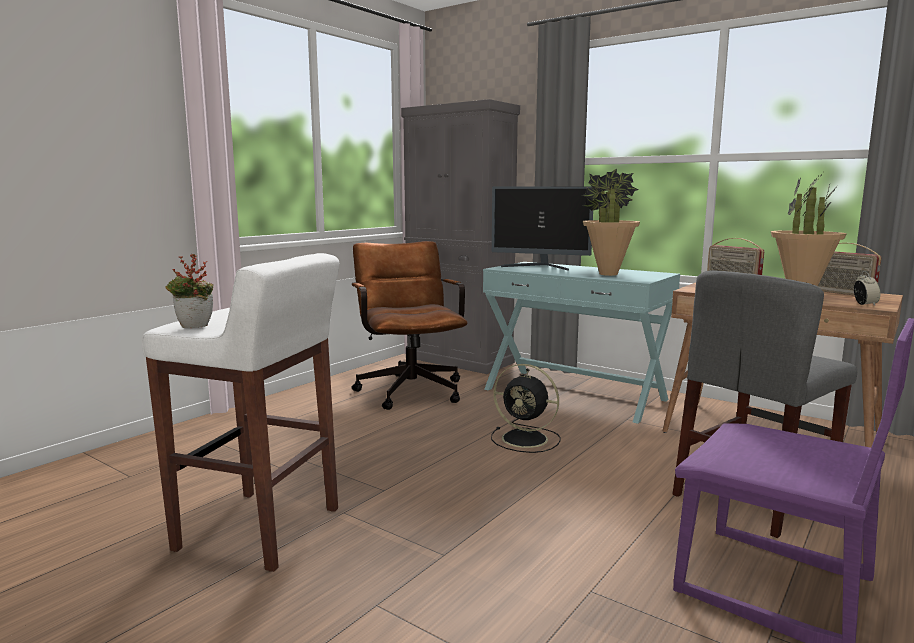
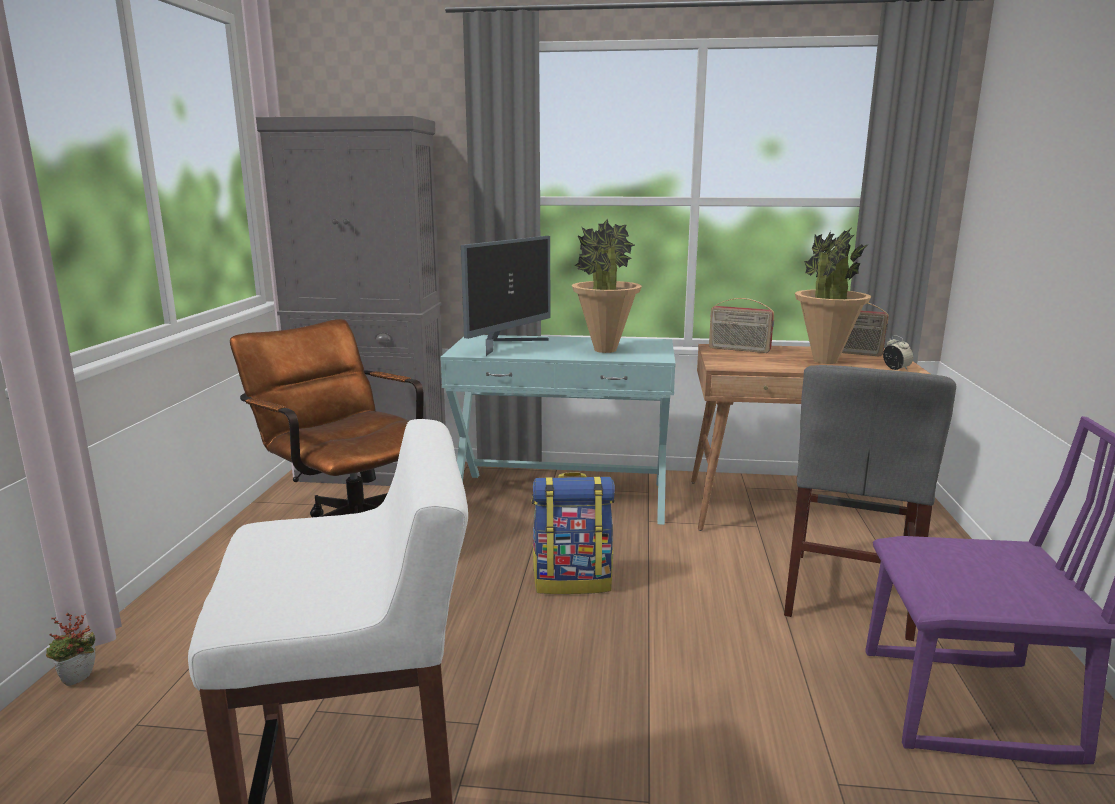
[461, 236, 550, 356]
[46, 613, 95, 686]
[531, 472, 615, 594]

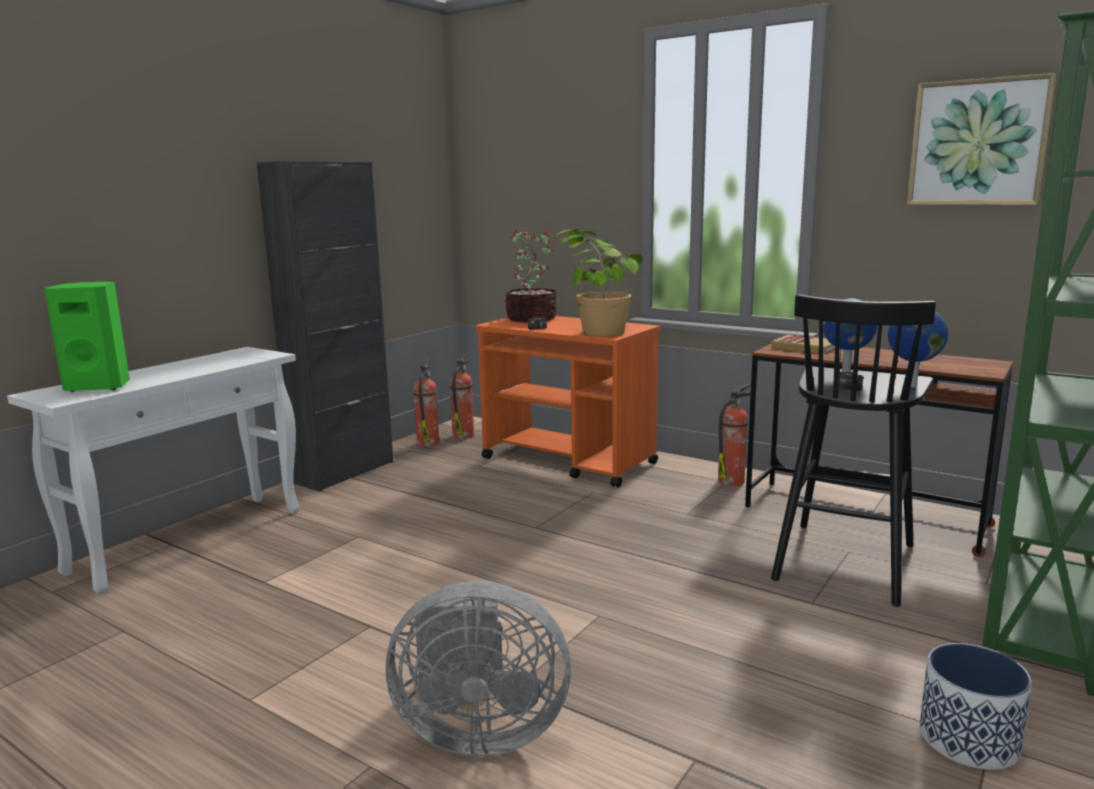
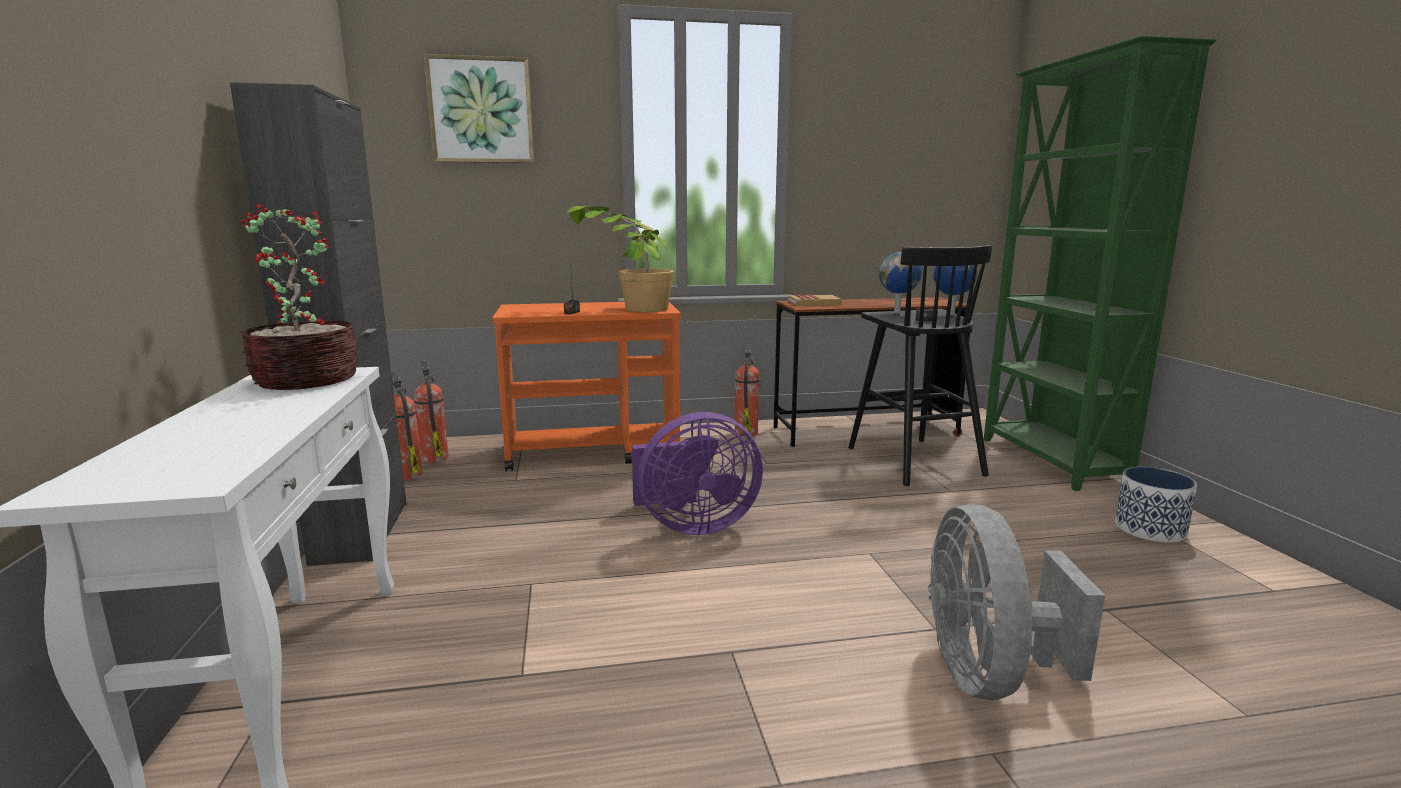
[423, 54, 535, 163]
[241, 204, 358, 390]
[44, 282, 130, 392] (first image)
[928, 504, 1105, 700]
[632, 412, 763, 535]

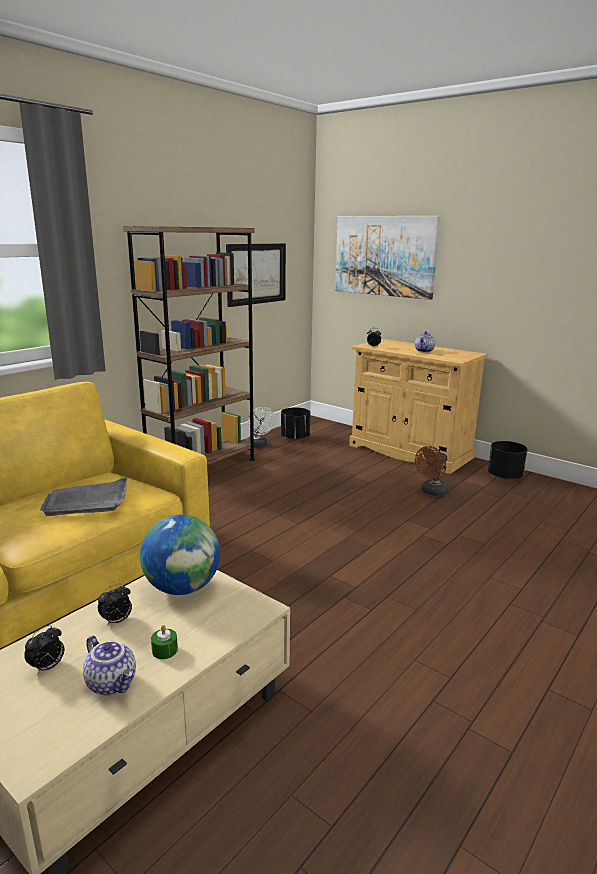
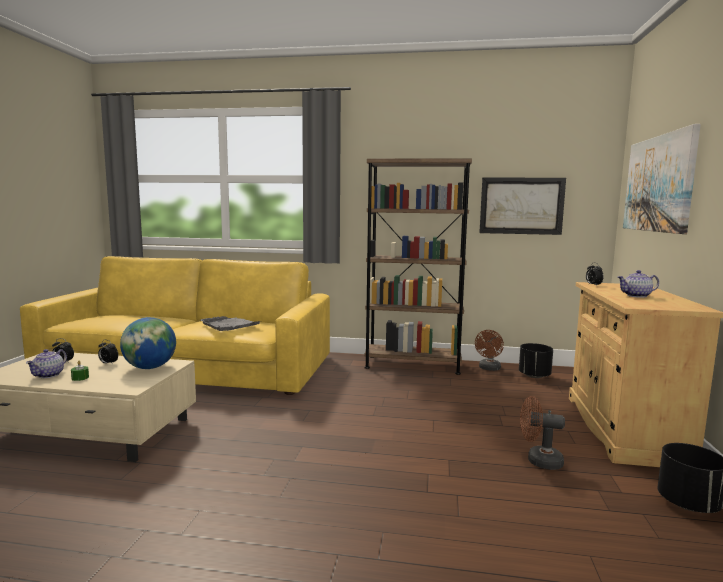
[475, 330, 504, 371]

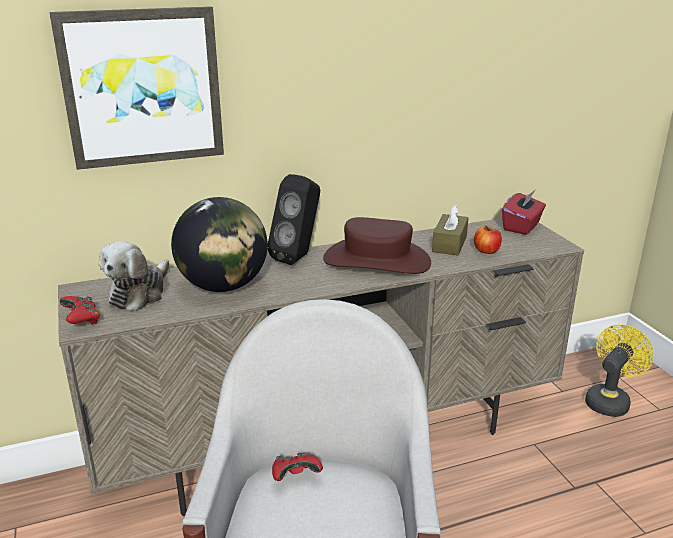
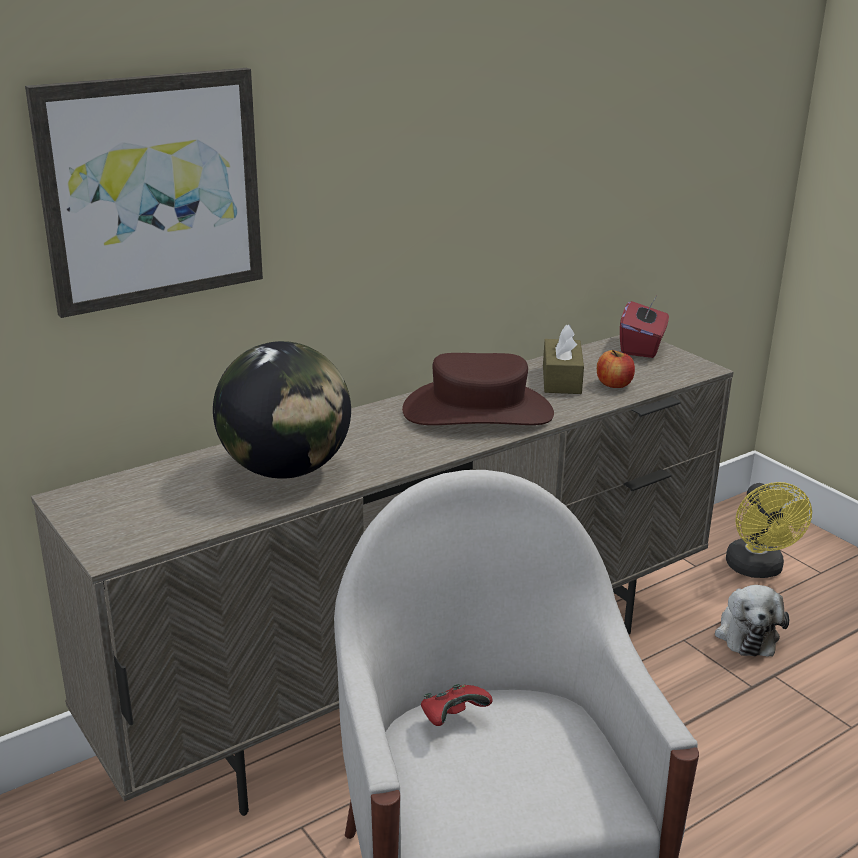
[267, 174, 320, 265] (first image)
[715, 585, 789, 657]
[59, 296, 100, 324] (first image)
[726, 482, 812, 578]

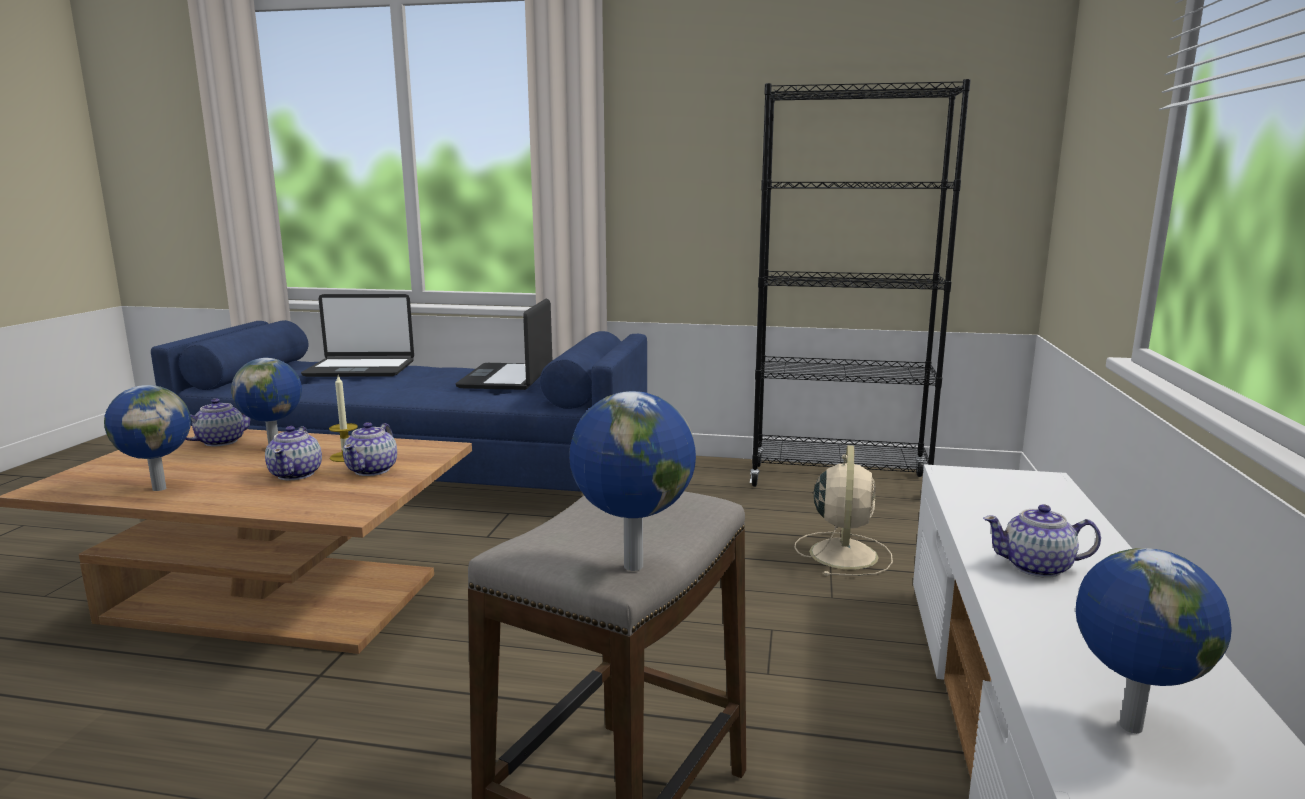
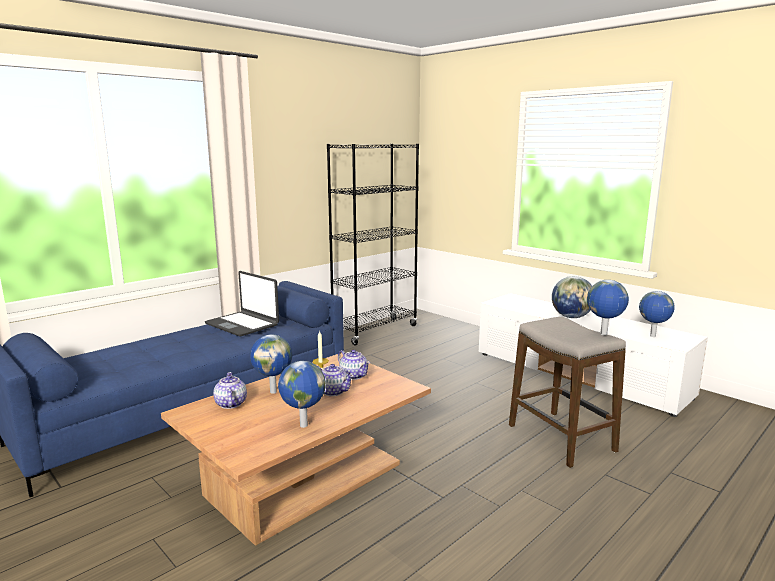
[301, 294, 414, 377] (first image)
[794, 445, 893, 576] (first image)
[552, 276, 592, 318]

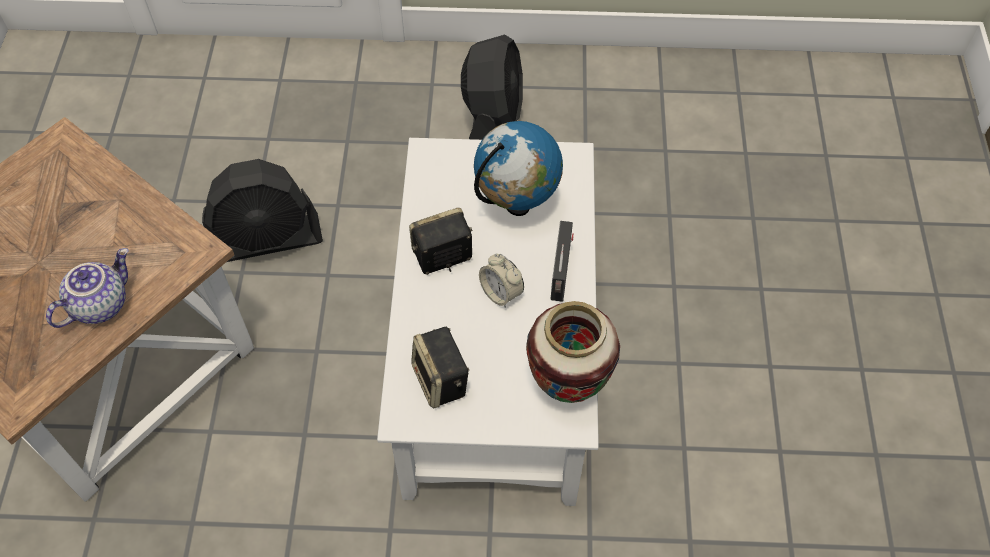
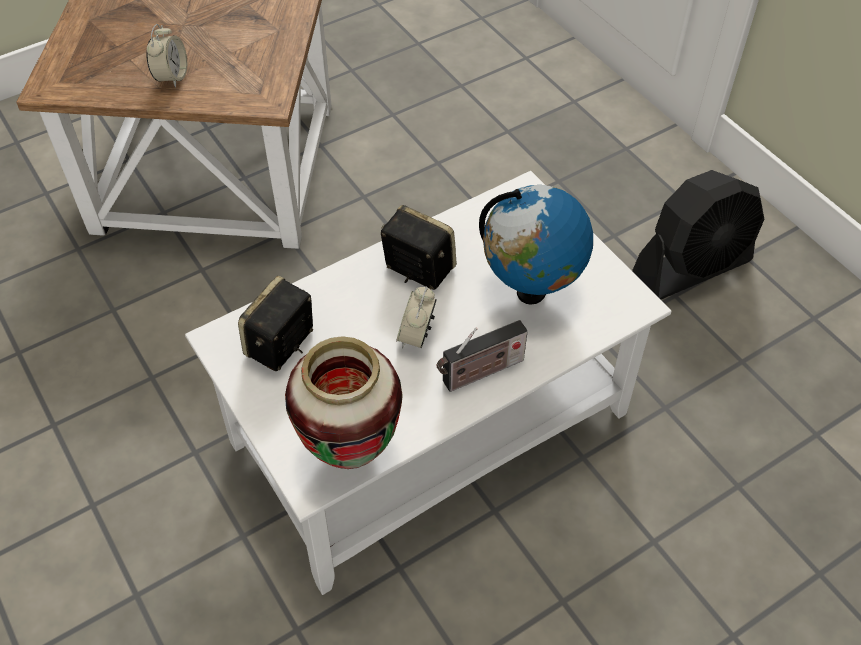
[202, 159, 323, 262] (first image)
[146, 24, 187, 88]

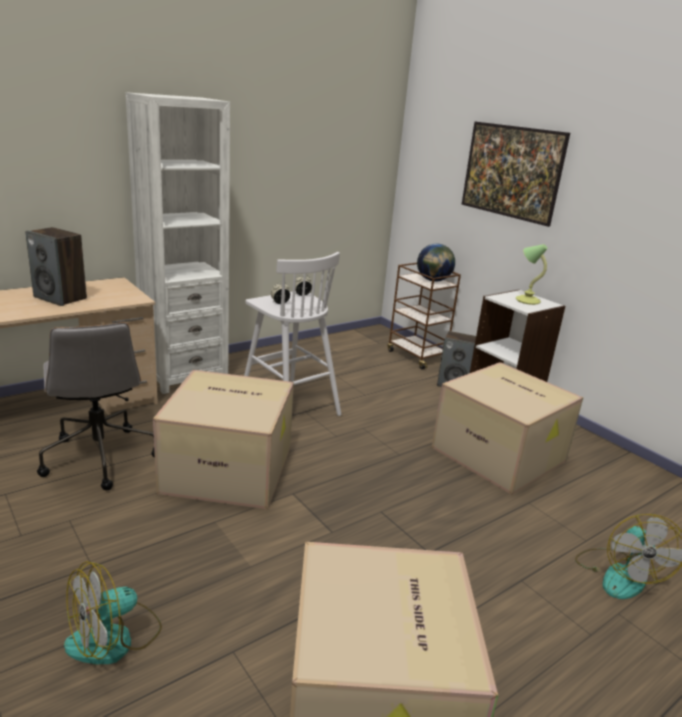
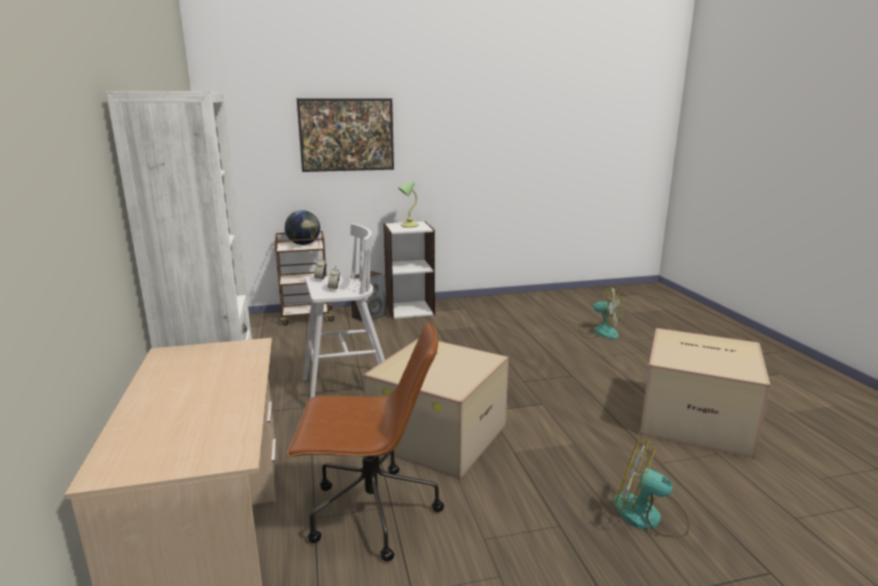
[25, 227, 87, 306] (first image)
[287, 321, 444, 561]
[432, 362, 583, 495] (first image)
[614, 440, 689, 538]

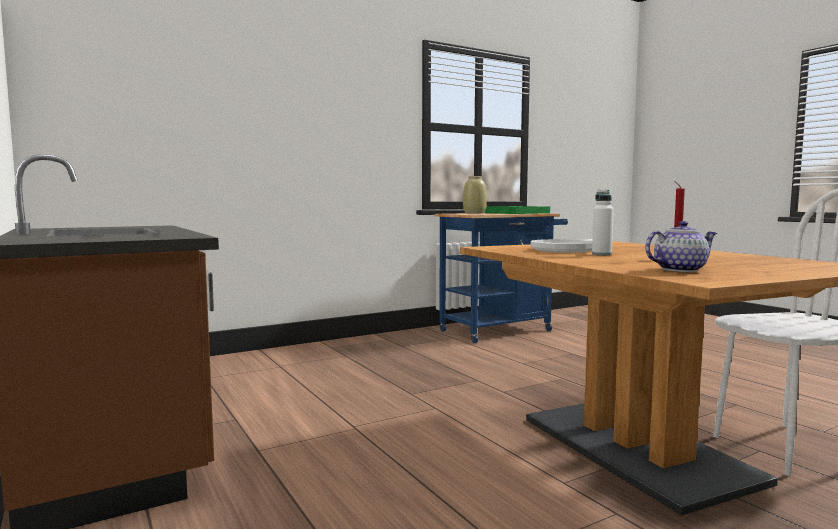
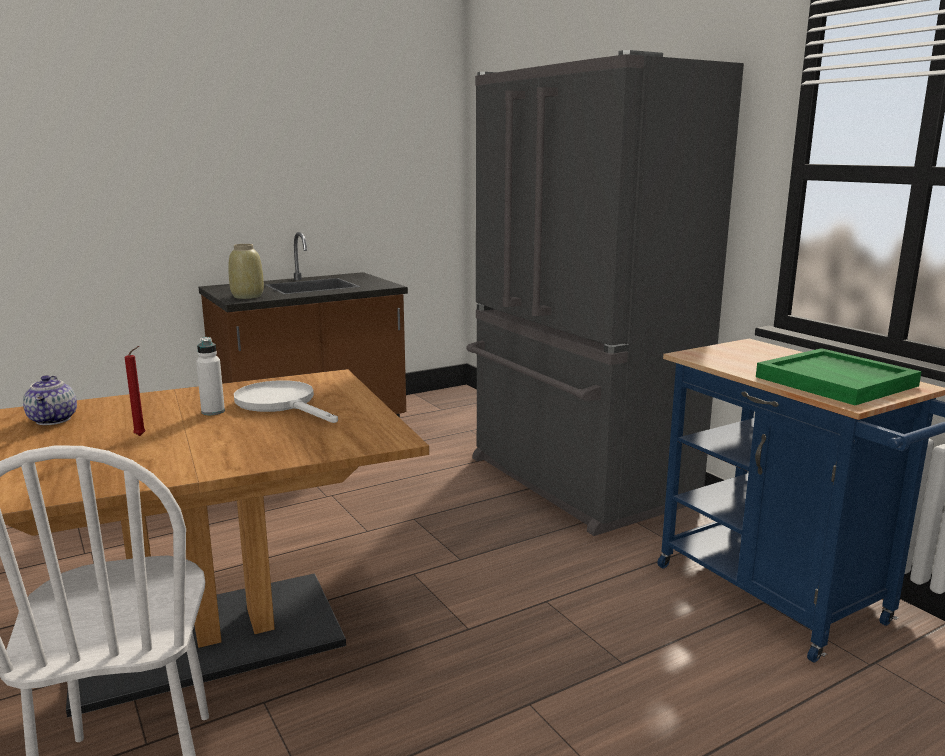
[228, 244, 264, 299]
[466, 50, 744, 536]

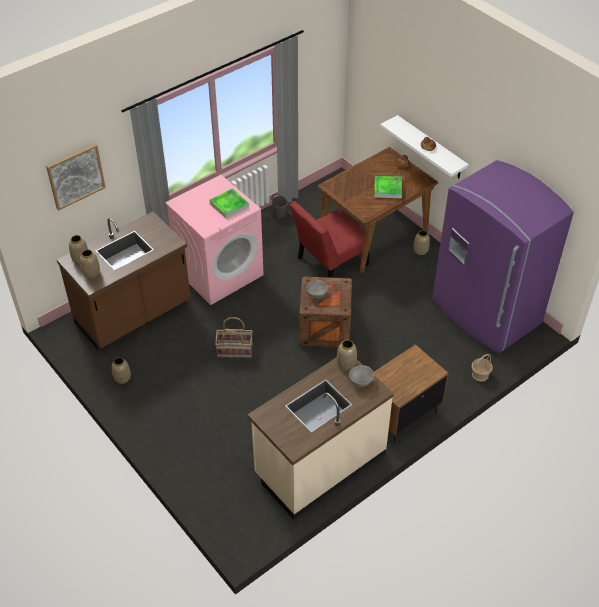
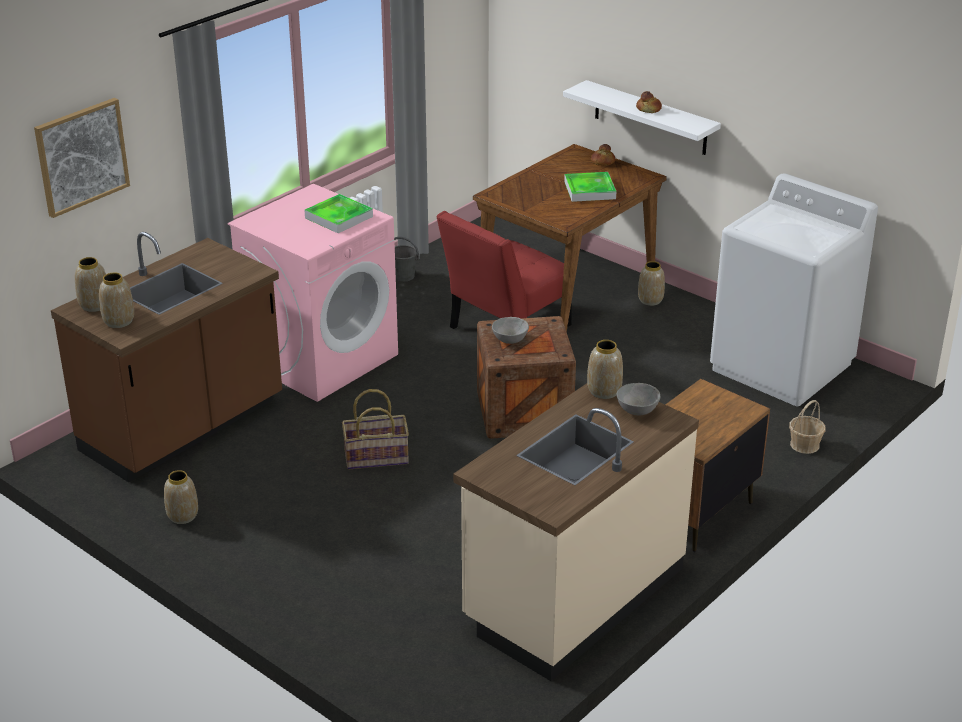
[710, 173, 878, 406]

